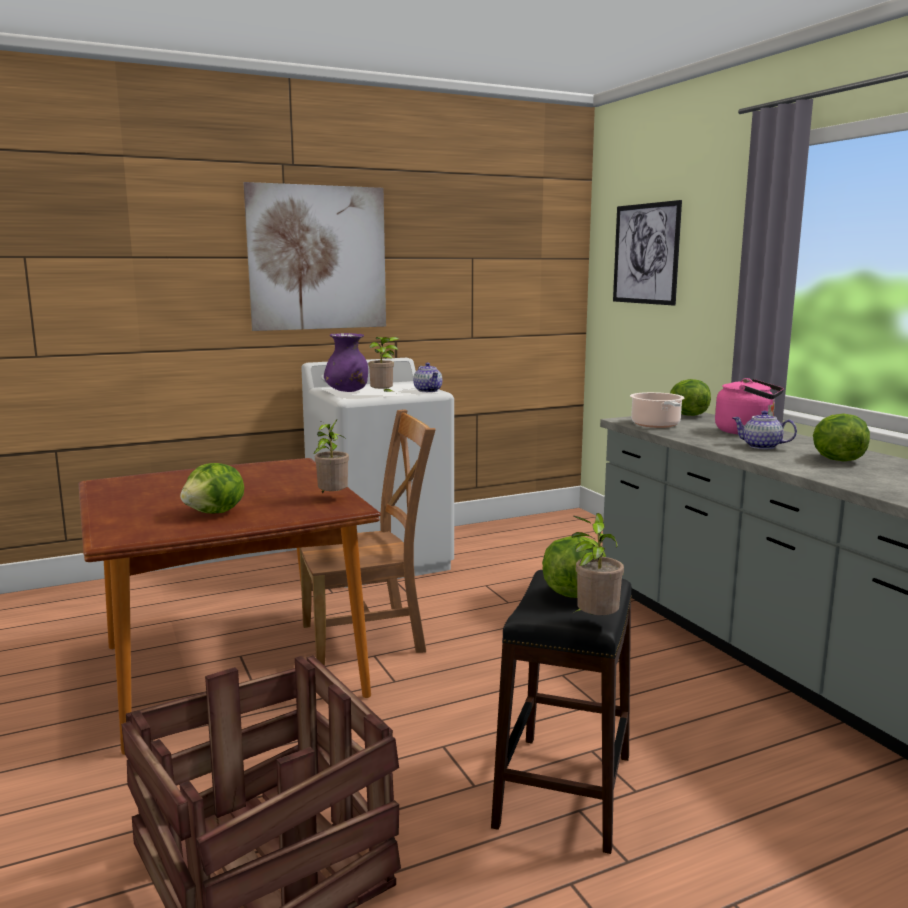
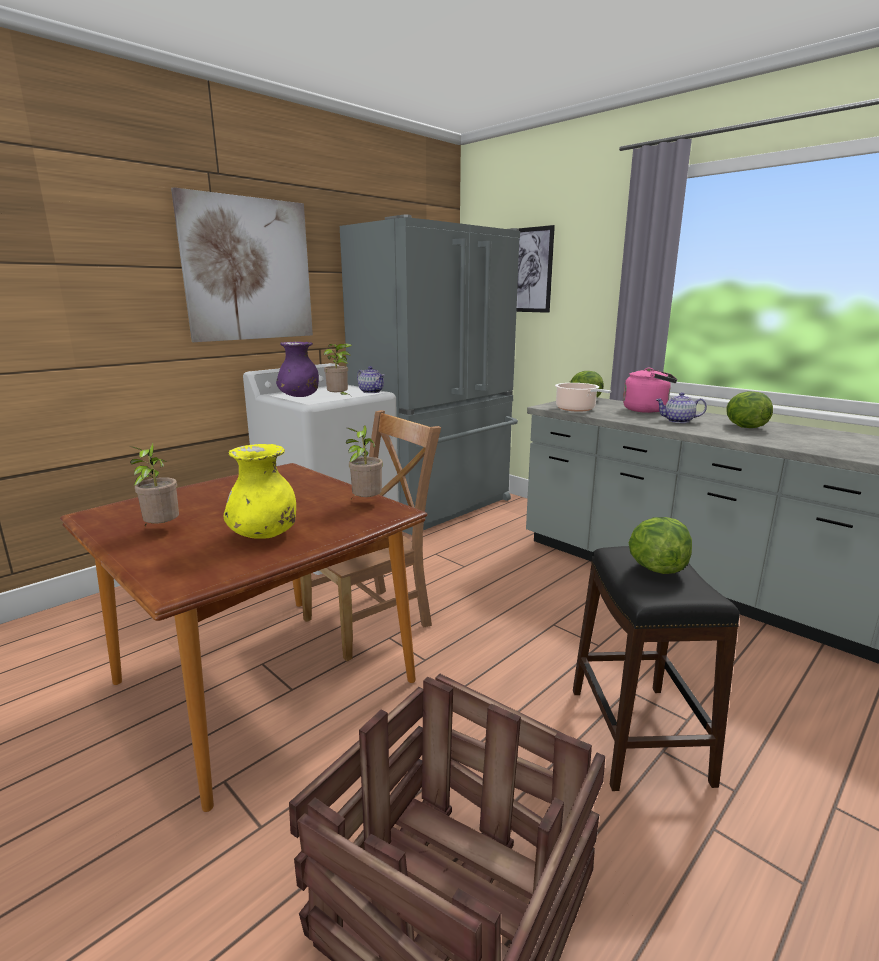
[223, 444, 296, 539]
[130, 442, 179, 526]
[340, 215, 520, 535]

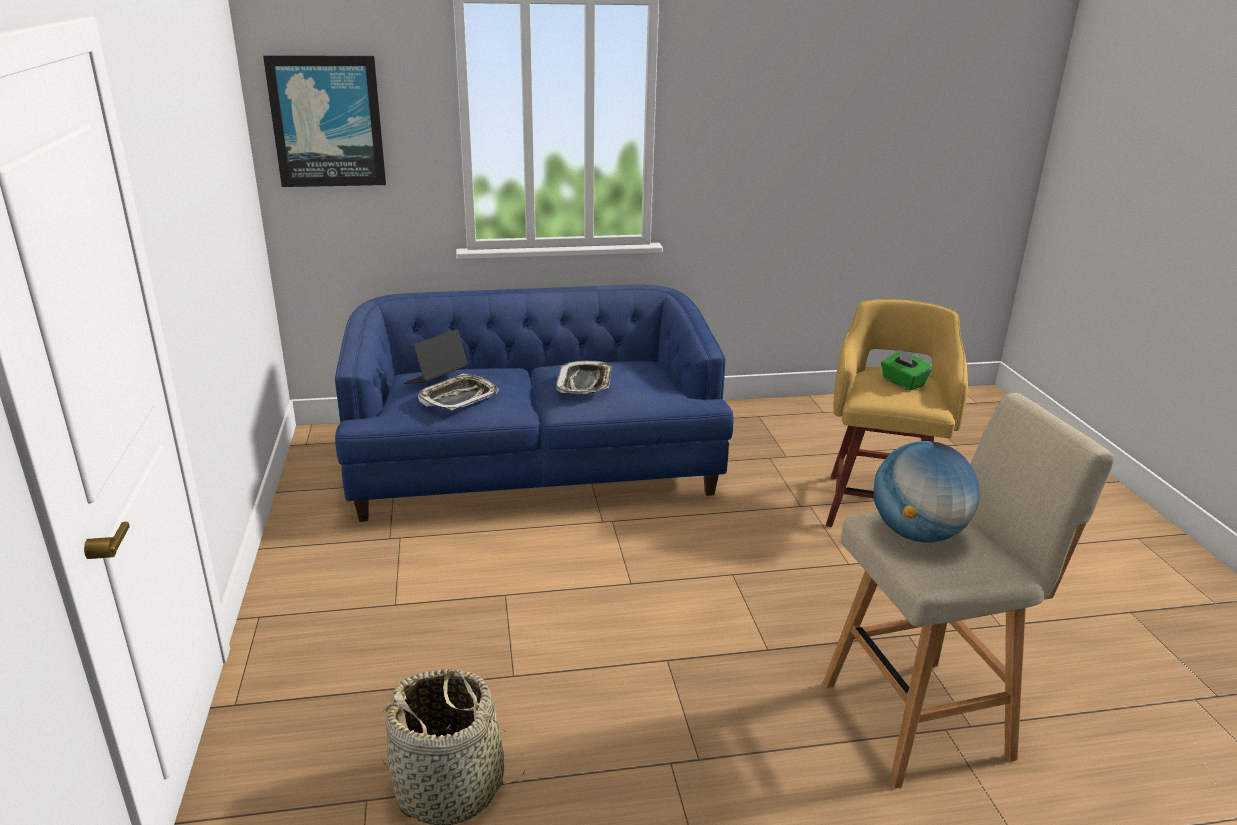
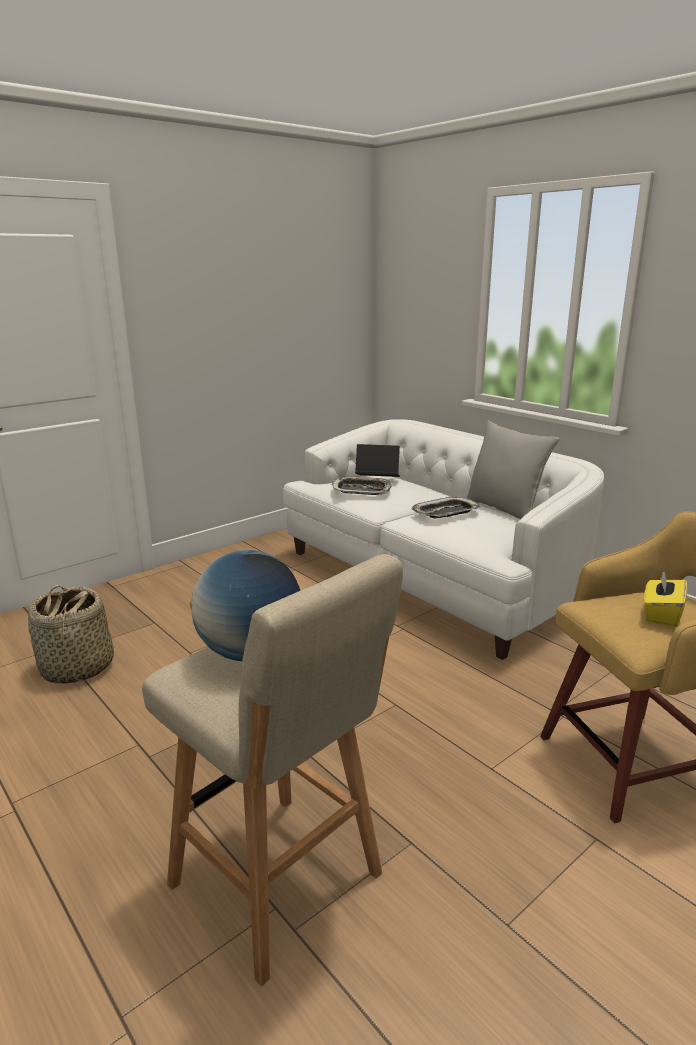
[263, 55, 386, 187] (first image)
[283, 419, 604, 660]
[644, 571, 687, 627]
[467, 421, 559, 519]

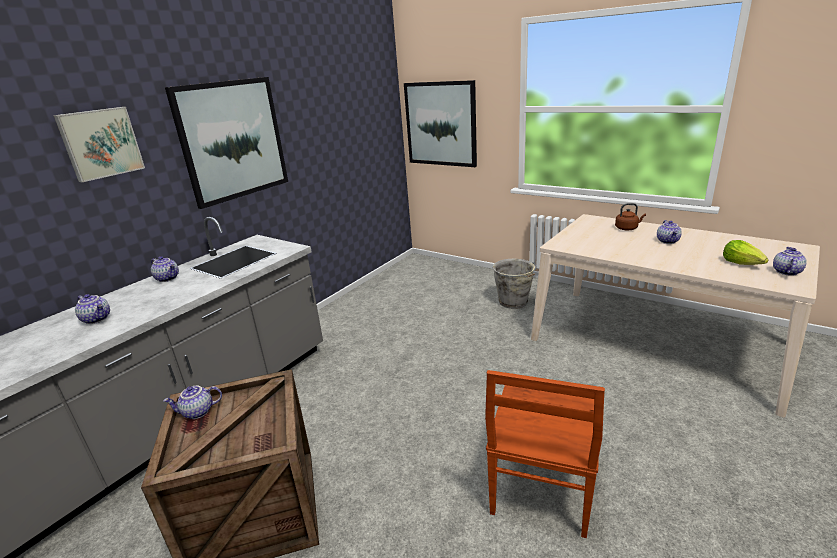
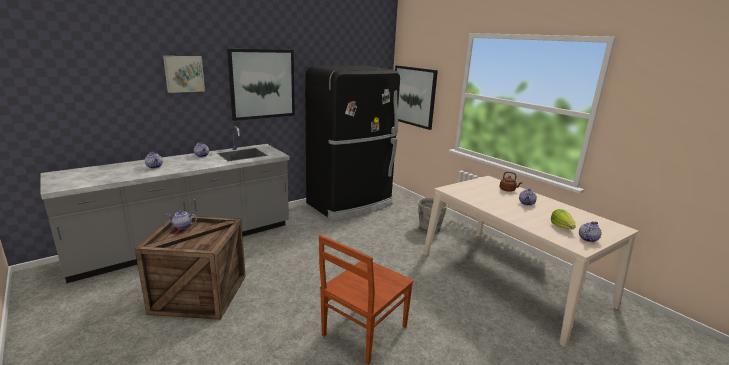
[305, 66, 400, 221]

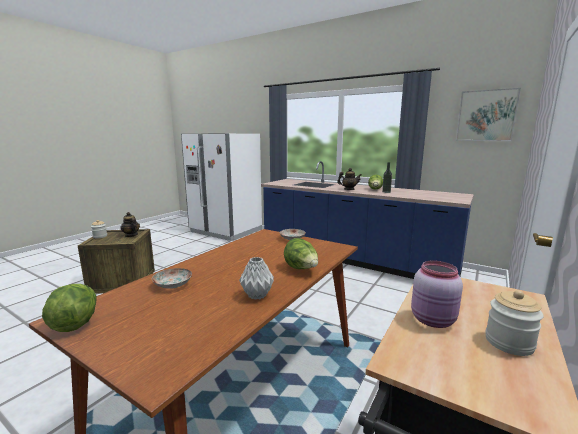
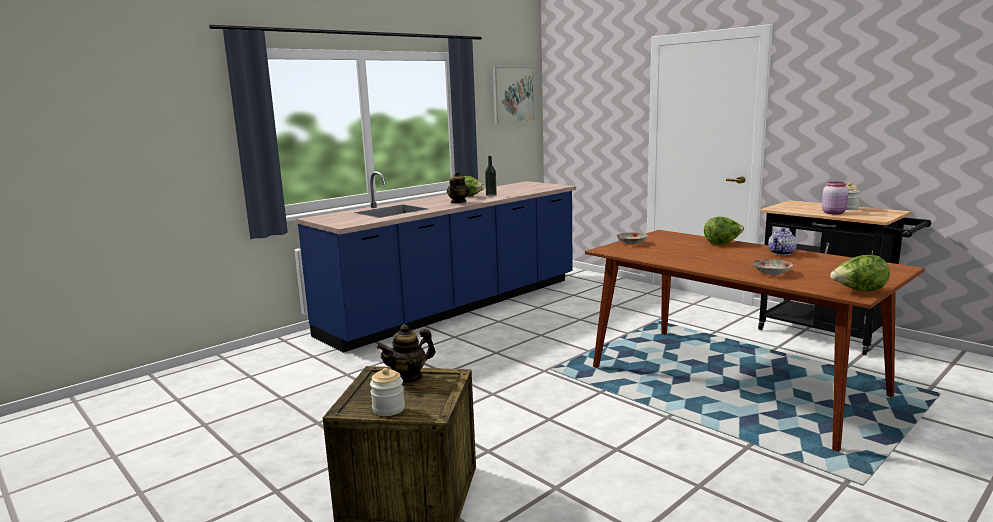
[181, 134, 262, 241] (first image)
[768, 228, 797, 255]

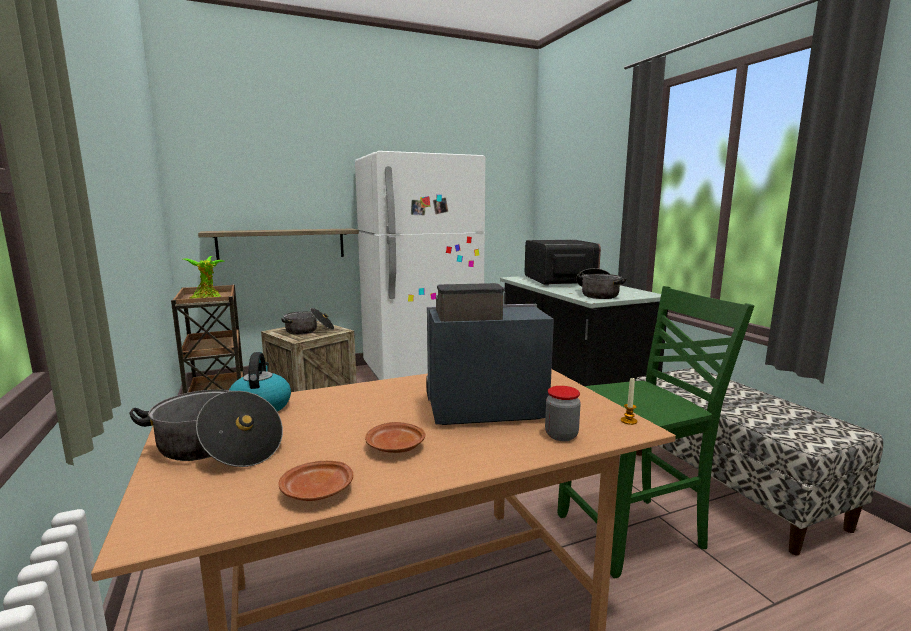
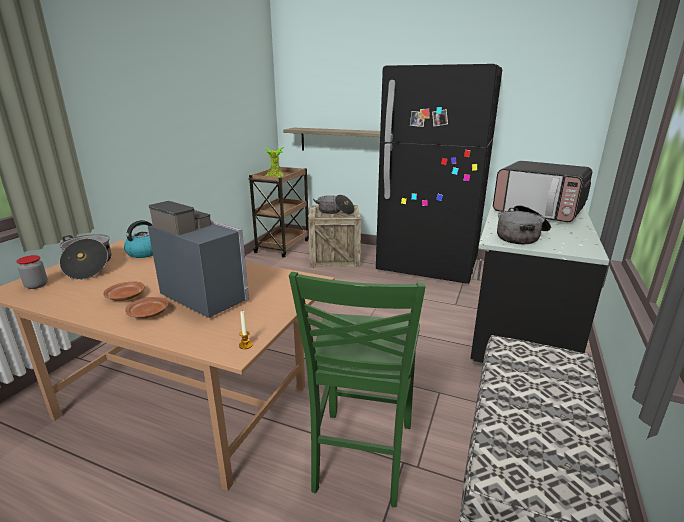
[376, 64, 502, 284]
[493, 161, 592, 222]
[289, 272, 426, 507]
[17, 255, 48, 289]
[125, 297, 169, 318]

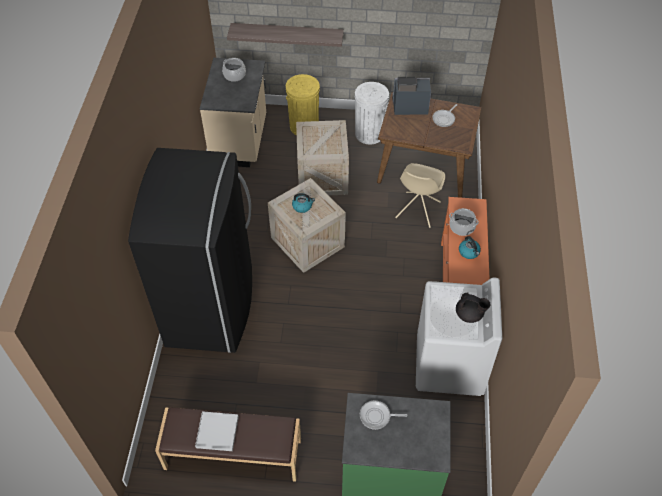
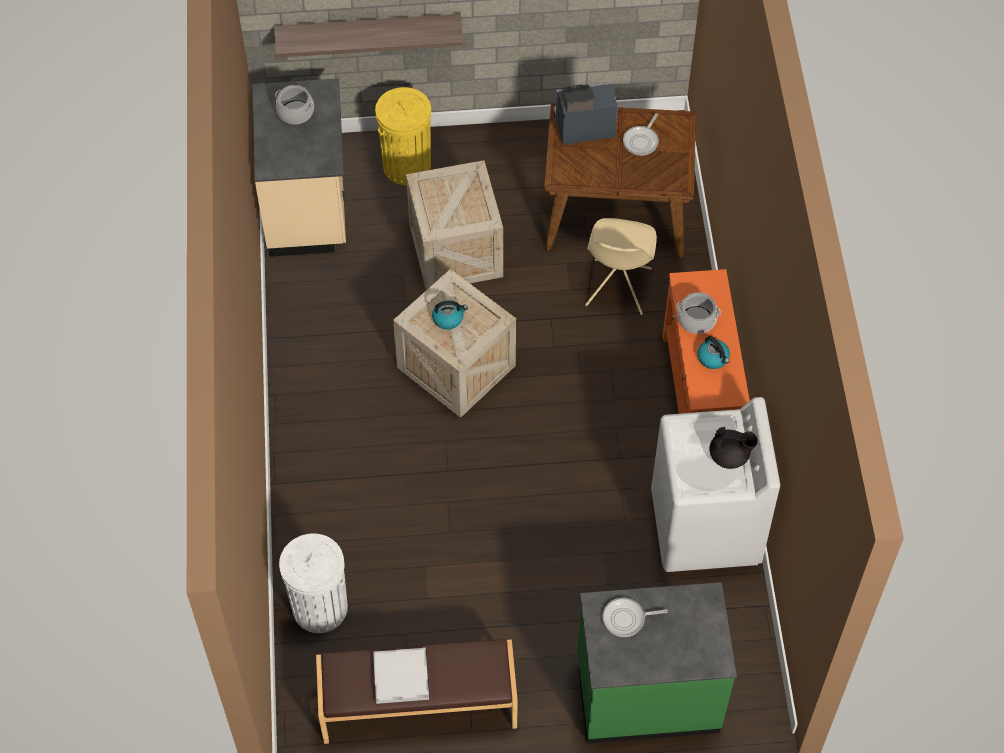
[279, 533, 348, 633]
[128, 148, 252, 353] (first image)

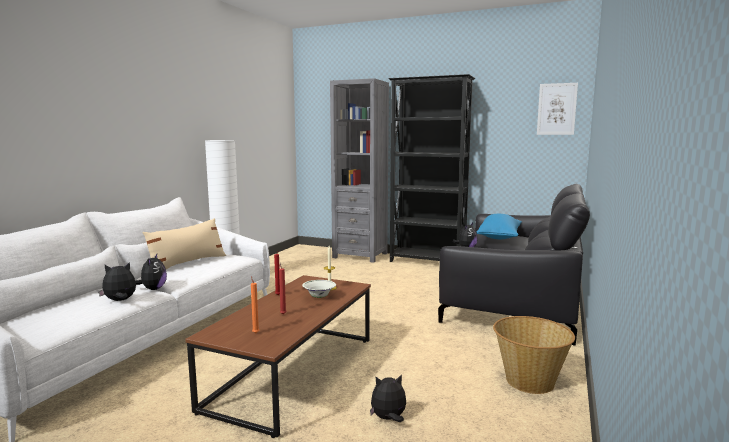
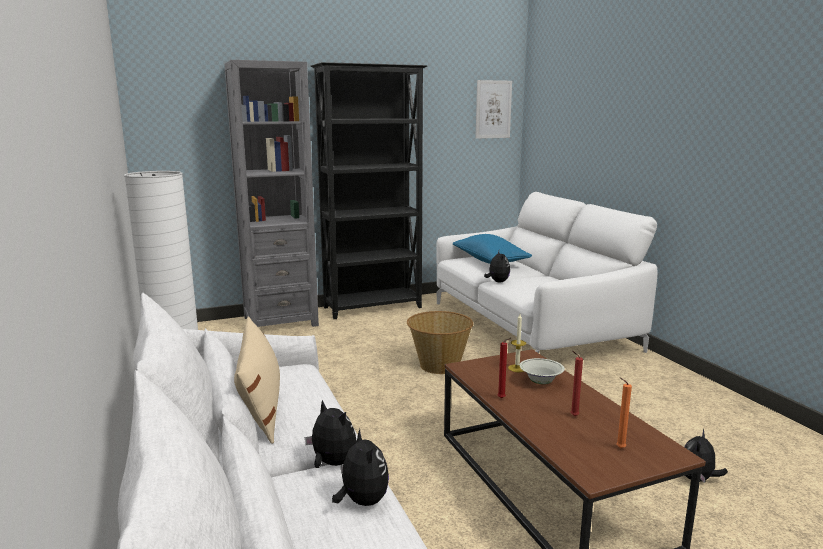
[436, 192, 657, 353]
[332, 429, 389, 506]
[407, 311, 473, 374]

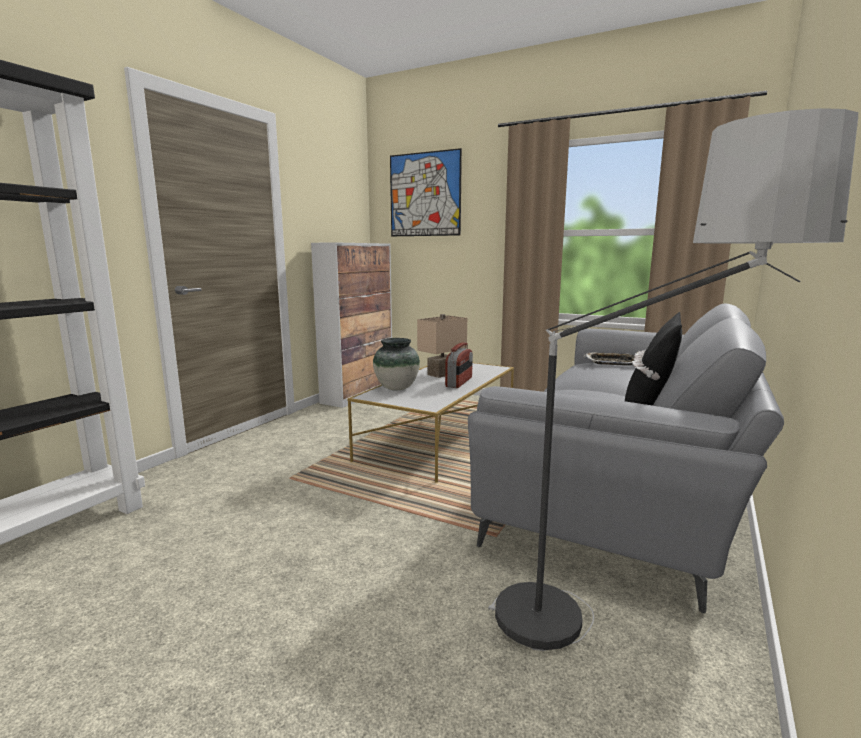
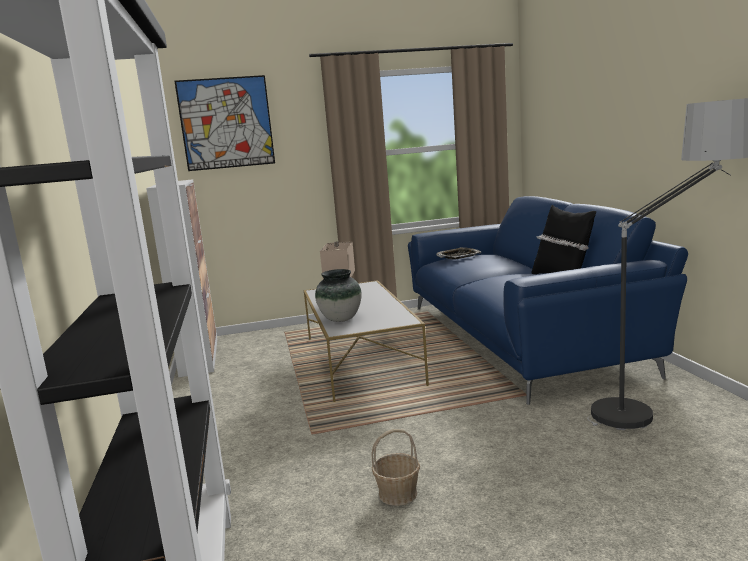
[408, 196, 688, 405]
[445, 342, 473, 388] (first image)
[371, 429, 420, 506]

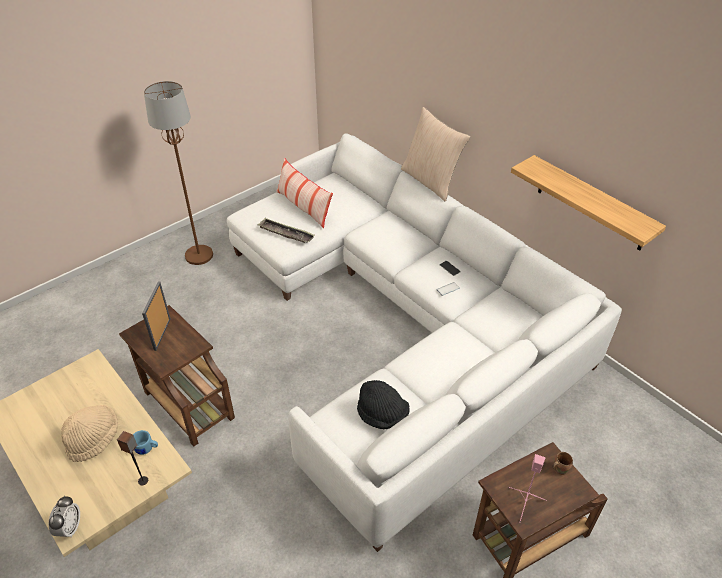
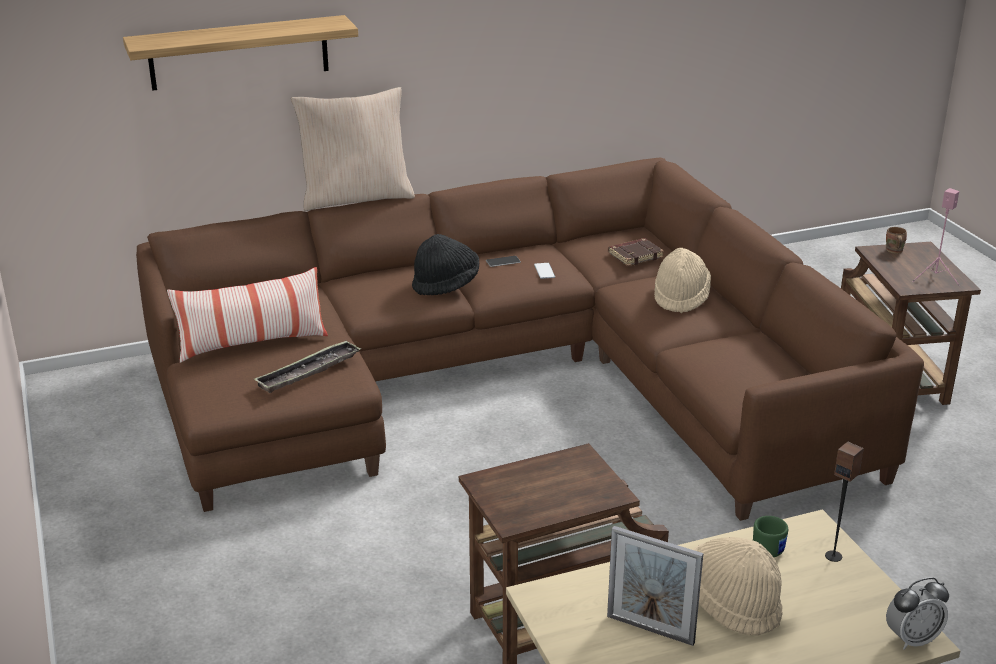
[144, 81, 213, 265] (first image)
[136, 158, 924, 521]
[123, 15, 358, 91]
[607, 526, 704, 646]
[412, 234, 479, 295]
[753, 516, 788, 557]
[886, 577, 949, 649]
[608, 238, 664, 266]
[654, 248, 711, 313]

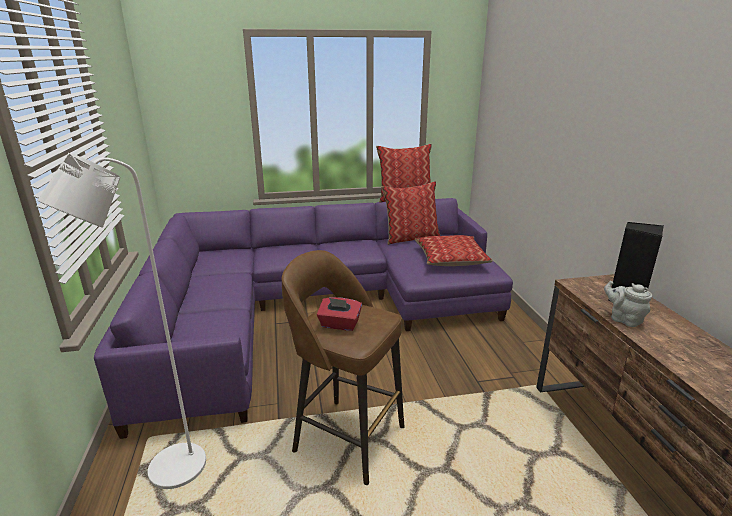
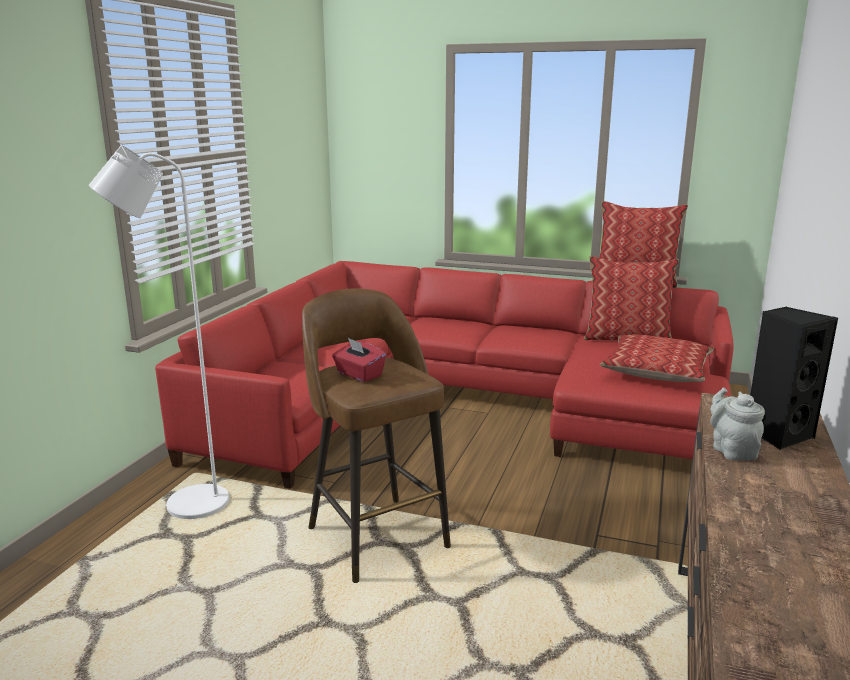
[155, 261, 734, 489]

